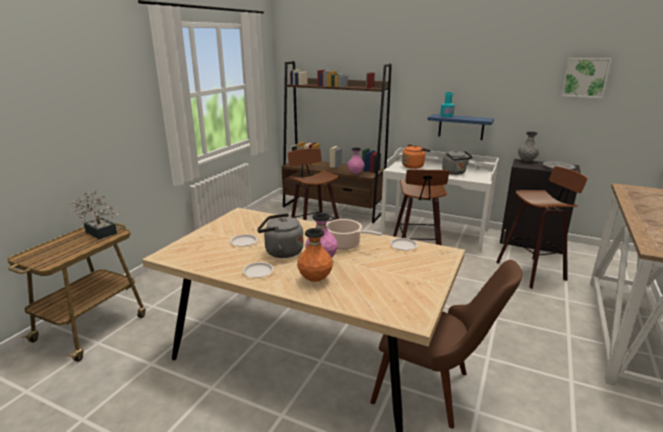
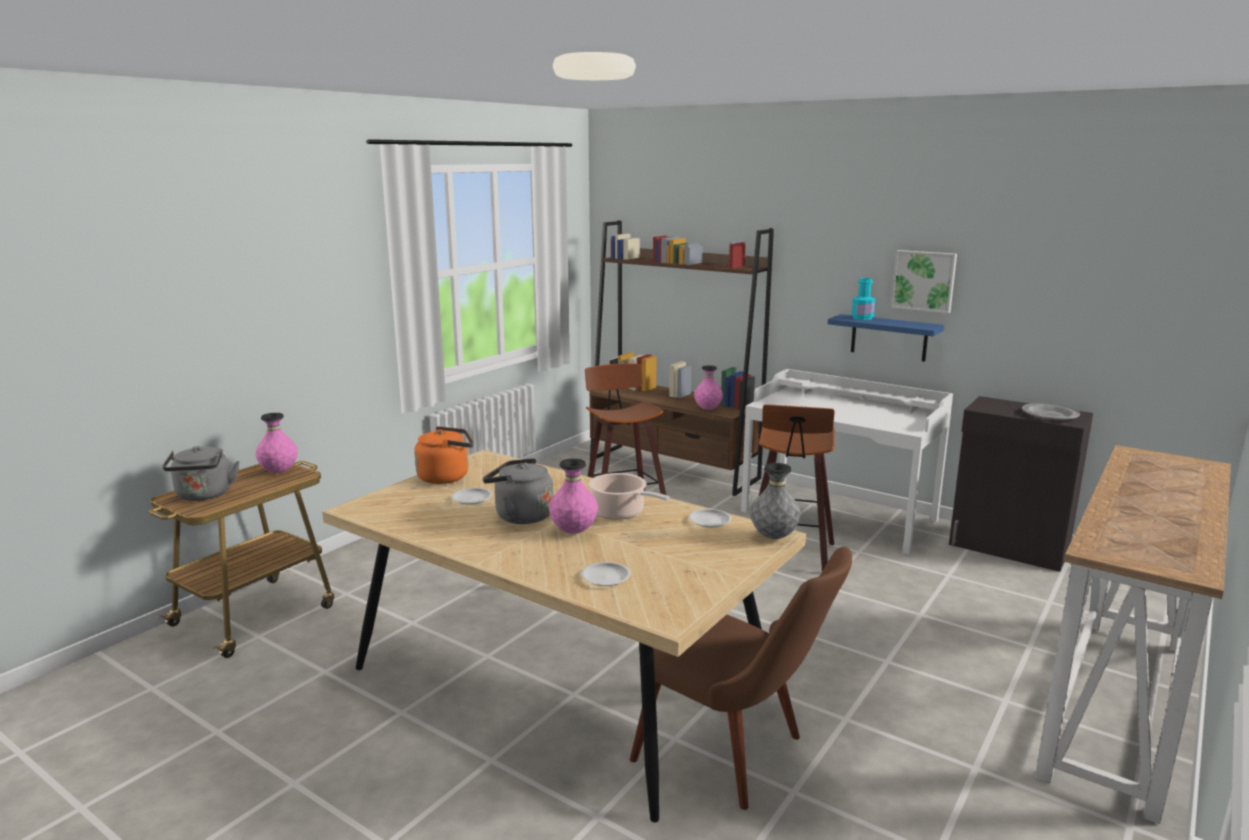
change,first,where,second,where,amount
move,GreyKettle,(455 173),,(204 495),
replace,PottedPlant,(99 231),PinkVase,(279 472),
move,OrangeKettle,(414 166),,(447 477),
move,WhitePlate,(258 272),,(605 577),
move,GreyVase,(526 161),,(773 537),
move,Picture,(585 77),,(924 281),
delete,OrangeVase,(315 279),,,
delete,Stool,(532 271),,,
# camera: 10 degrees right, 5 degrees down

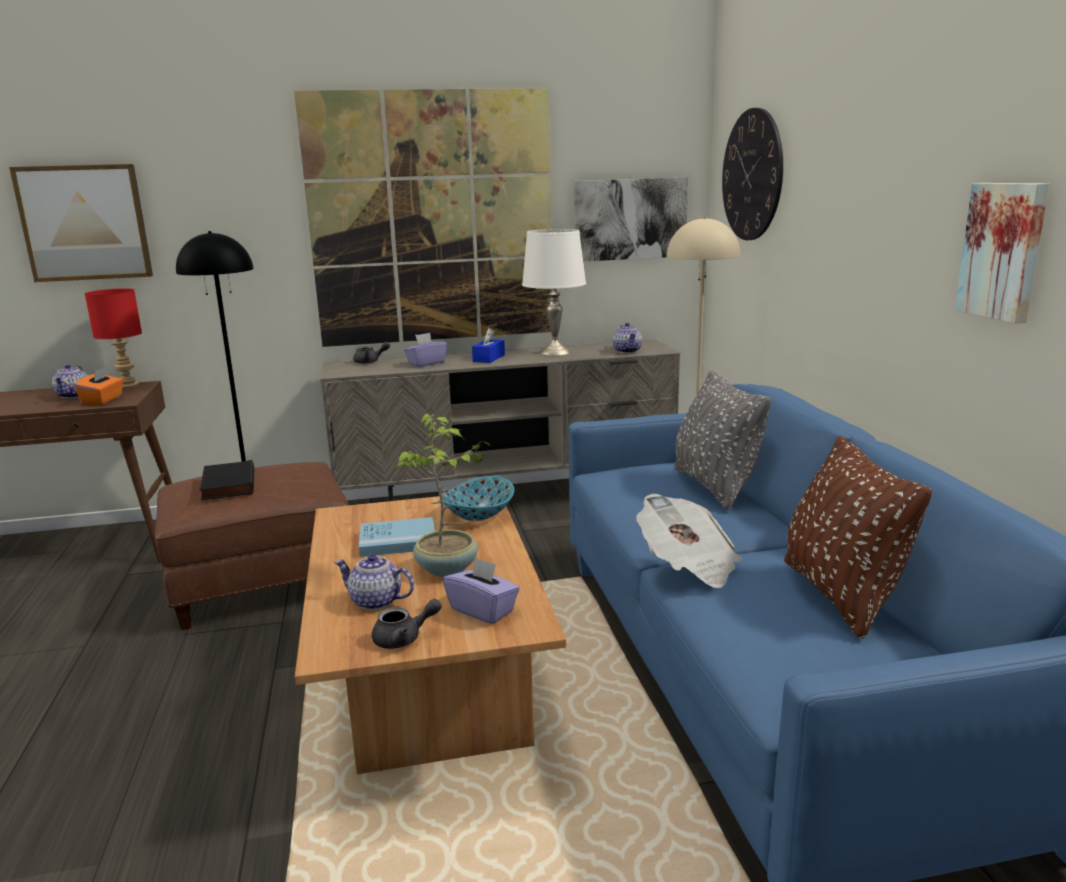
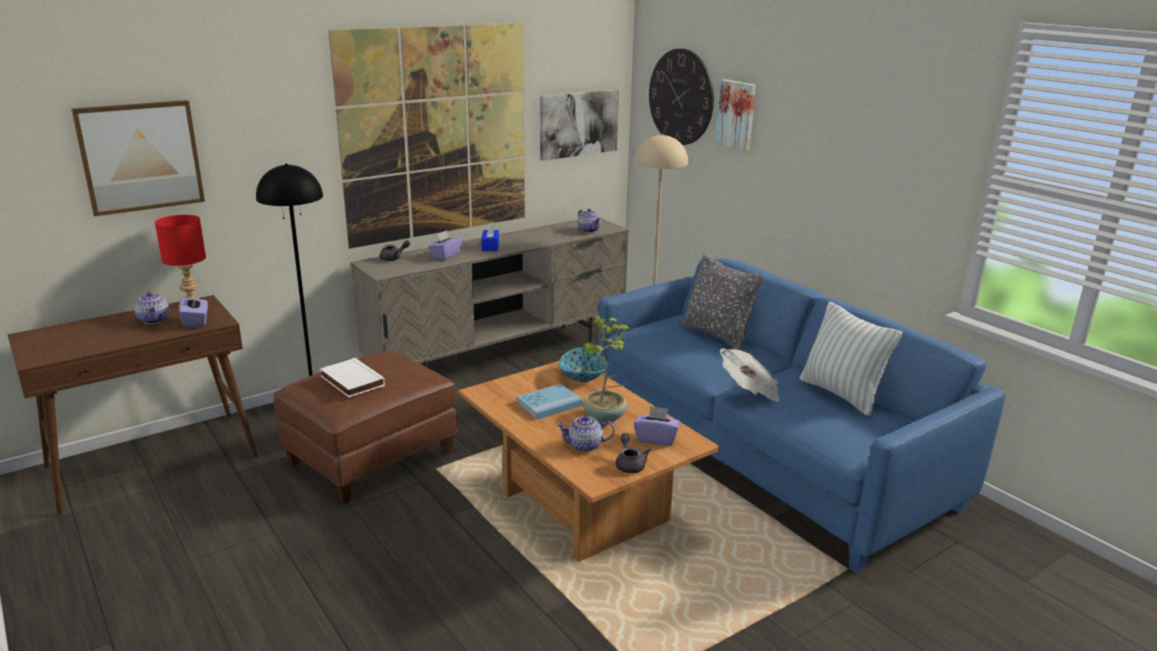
change,first,where,second,where,amount
recolor,OrangeTissueBox,(103 400),PurpleTissueBox,(196 322),
recolor,BlackBook,(226 485),WhiteBook,(351 381),
rotate,GreyTeapot,(404 638),,(630 464),60 degrees counterclockwise
move,Picture,(1004 251),,(737 114),
recolor,BrownPillow,(840 595),WhitePillow,(841 394),
delete,WhiteTableLamp,(554 352),,,
# camera: 25 degrees left, 5 degrees up

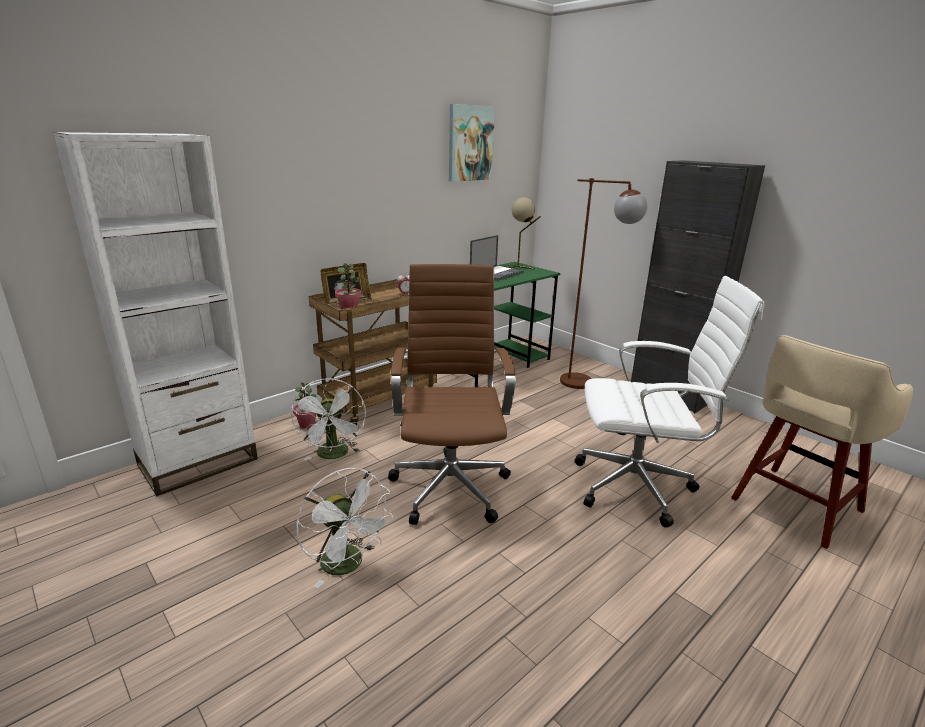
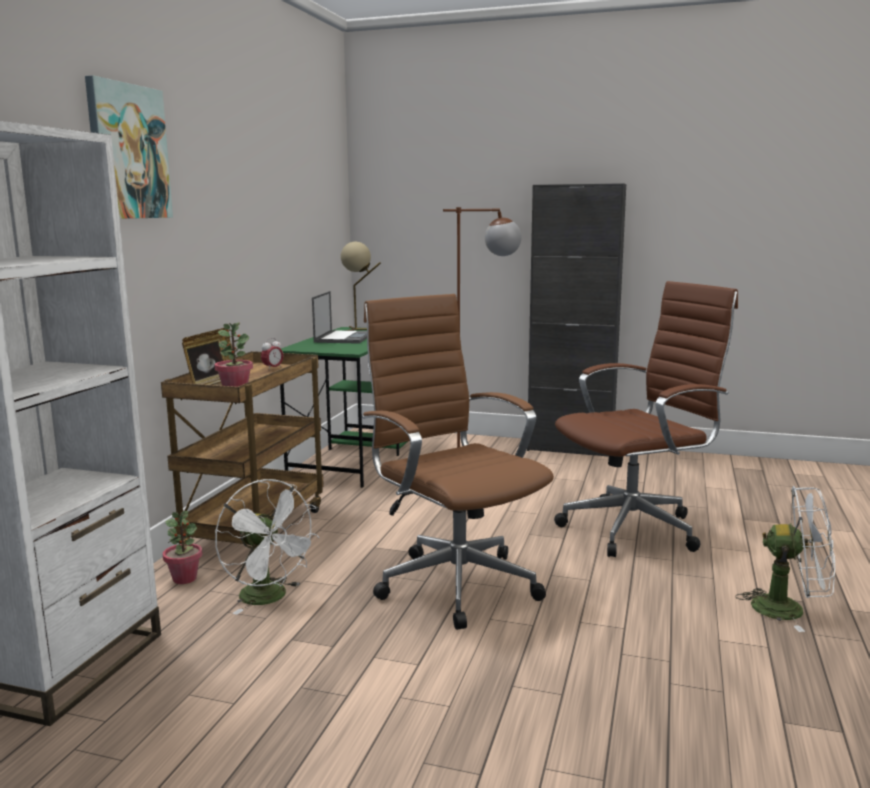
change,first,where,second,where,amount
move,Picture,(470 143),,(128 152),
recolor,WhiteOfficeChair,(639 487),BrownOfficeChair,(636 528),
move,WhiteFan,(348 565),,(789 609),
delete,BeigeStool,(794 506),,,
# camera: 30 degrees left, 10 degrees down

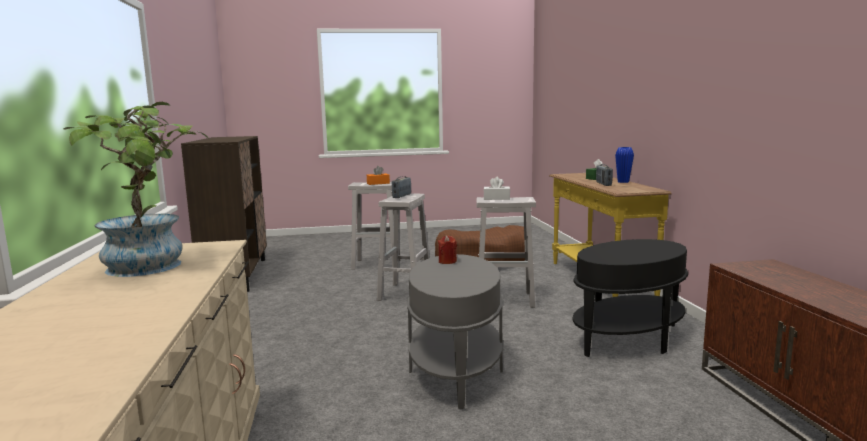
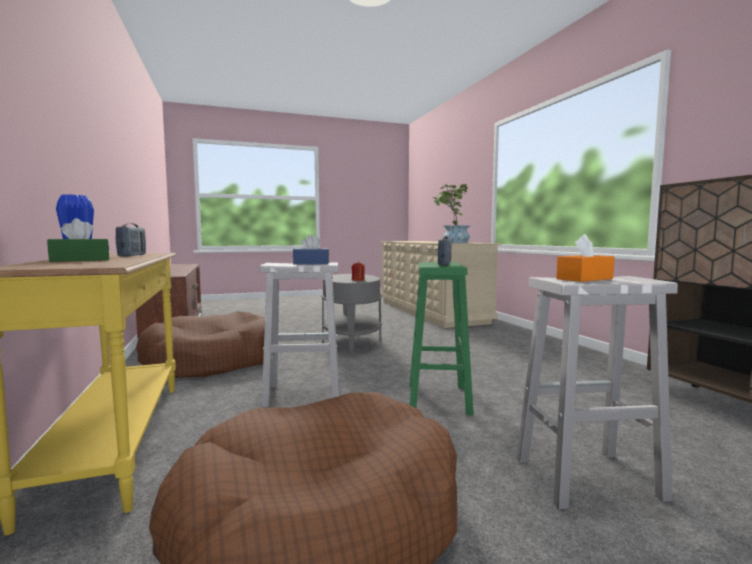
change,first,where,second,where,amount
replace,BlackSideTable,(628 339),BrownDogBed,(211 361),
recolor,WhiteTissueBox,(496 198),BlueTissueBox,(311 263),
recolor,WhiteStool,(405 293),GreenStool,(438 398),
# camera: 170 degrees right, 5 degrees down

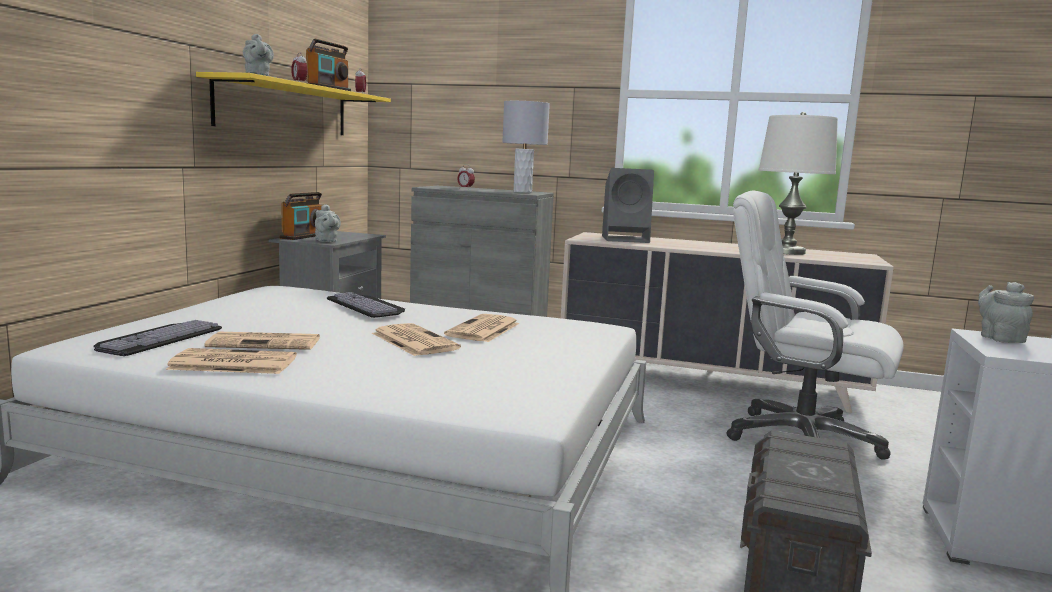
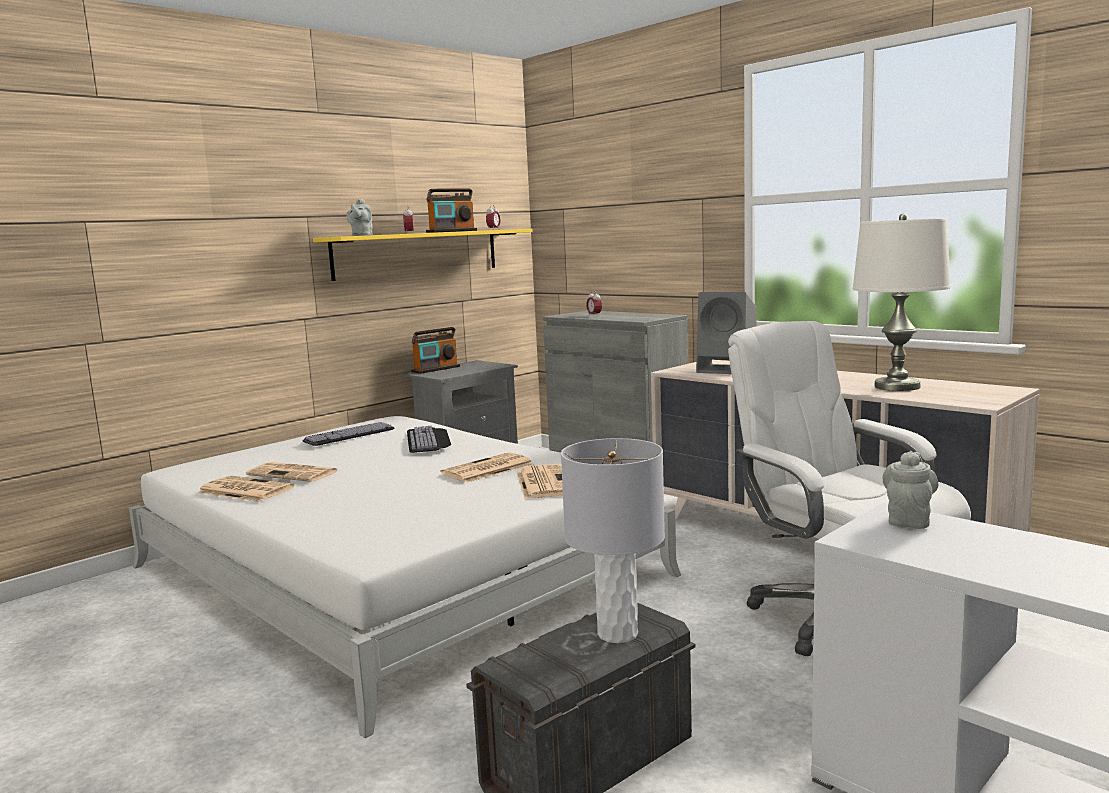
change,first,where,second,where,amount
move,Keyboard,(157 338),,(347 434),
move,Newspaper,(413 341),,(542 482),
move,GreyTableLamp,(522 192),,(617 634),
delete,GreyTeapot,(326 241),,,
# camera: 30 degrees right, 0 degrees up

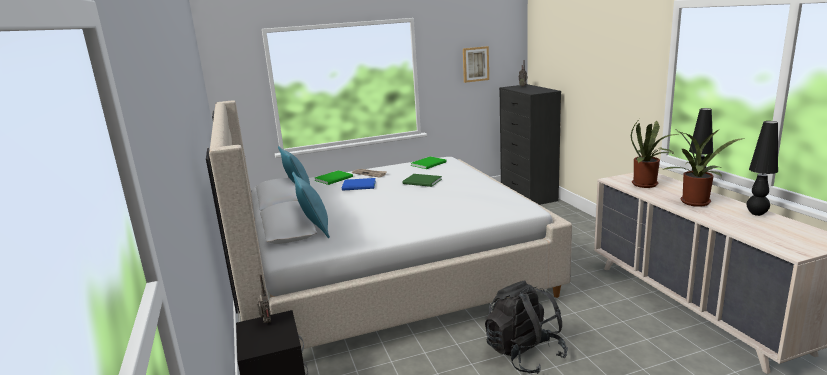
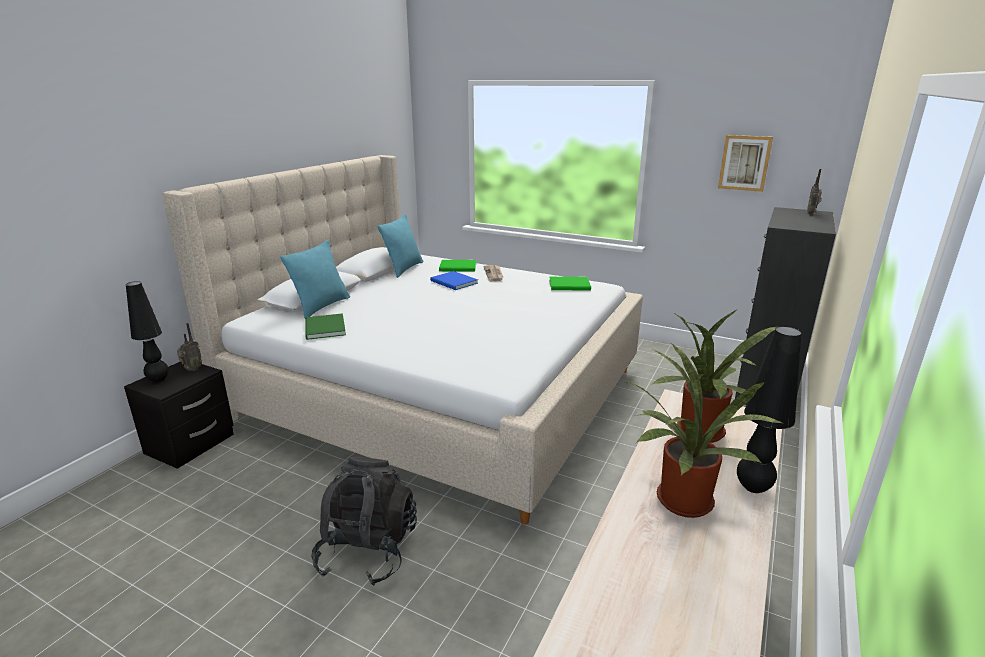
change,first,where,second,where,amount
move,BlackTableLamp,(756 213),,(158 380),
move,GreenBook,(423 182),,(324 329),
# camera: 45 degrees right, 5 degrees up

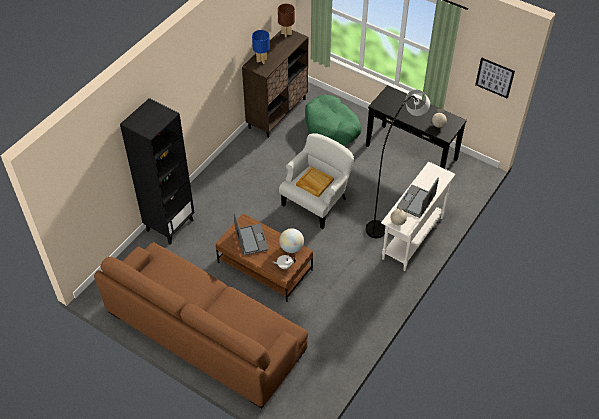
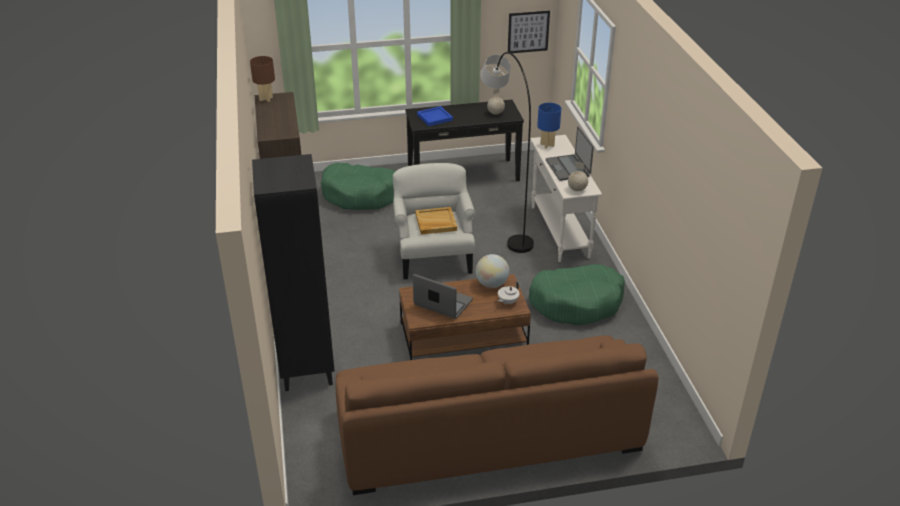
change,first,where,second,where,amount
insert,,,BlueTray,(434 117),
insert,,,GreenDogBed,(577 302),
move,BlueTableLamp,(262 60),,(547 145),
# camera: 45 degrees left, 15 degrees down

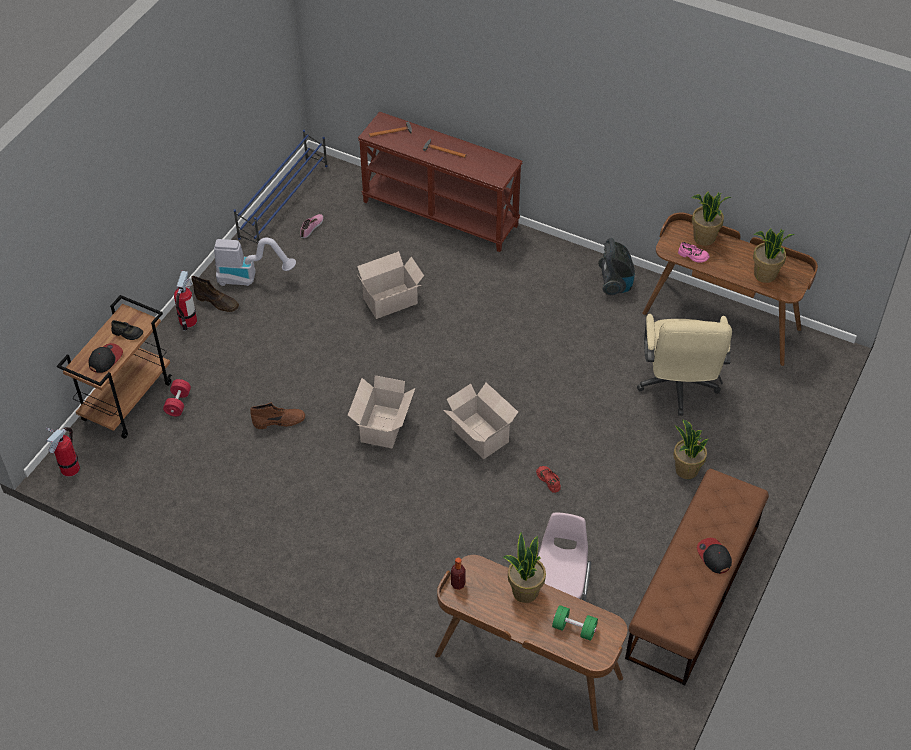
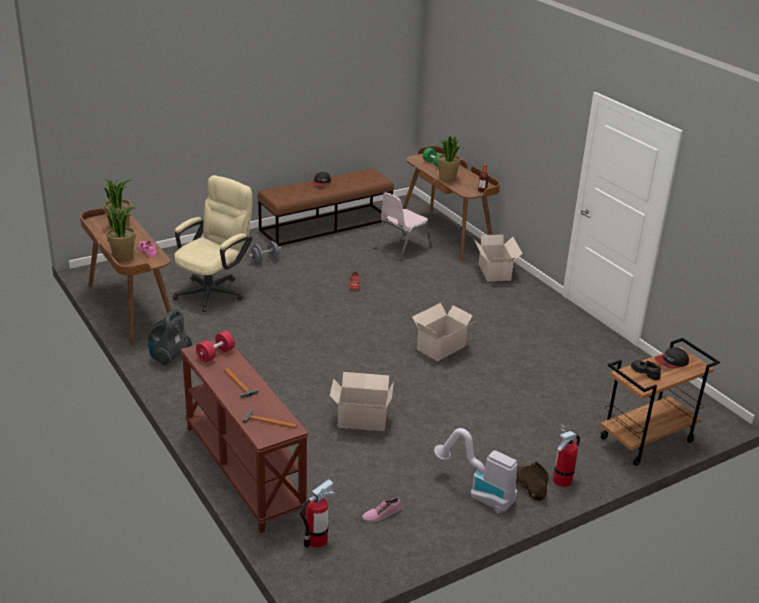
change,first,where,second,where,amount
move,RedDumbbell,(178 403),,(215 354),
replace,PottedPlant,(686 470),GreyDumbbell,(265 260),
move,FireExtinguisher,(70 468),,(317 540),
move,CardboardBox,(479 434),,(494 272),
delete,BlueShoeRack,(284 201),,,
delete,BrownBoot,(279 421),,,
# camera: 150 degrees left, 20 degrees down

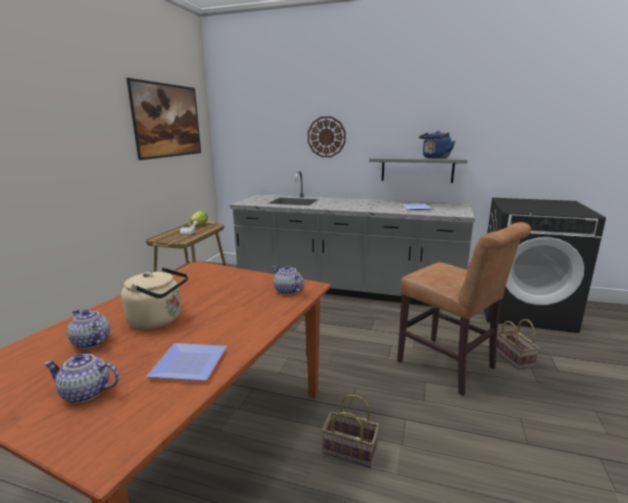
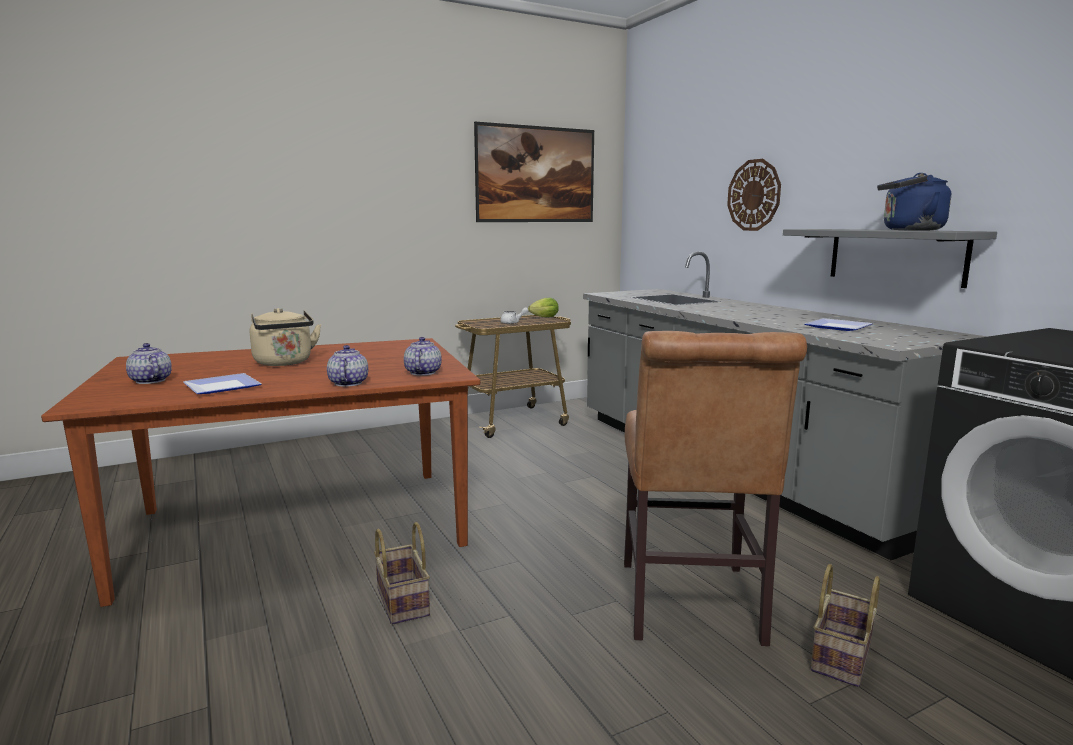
change,first,where,second,where,amount
move,Teapot,(91 342),,(348 383),
# camera: 45 degrees right, 5 degrees down

